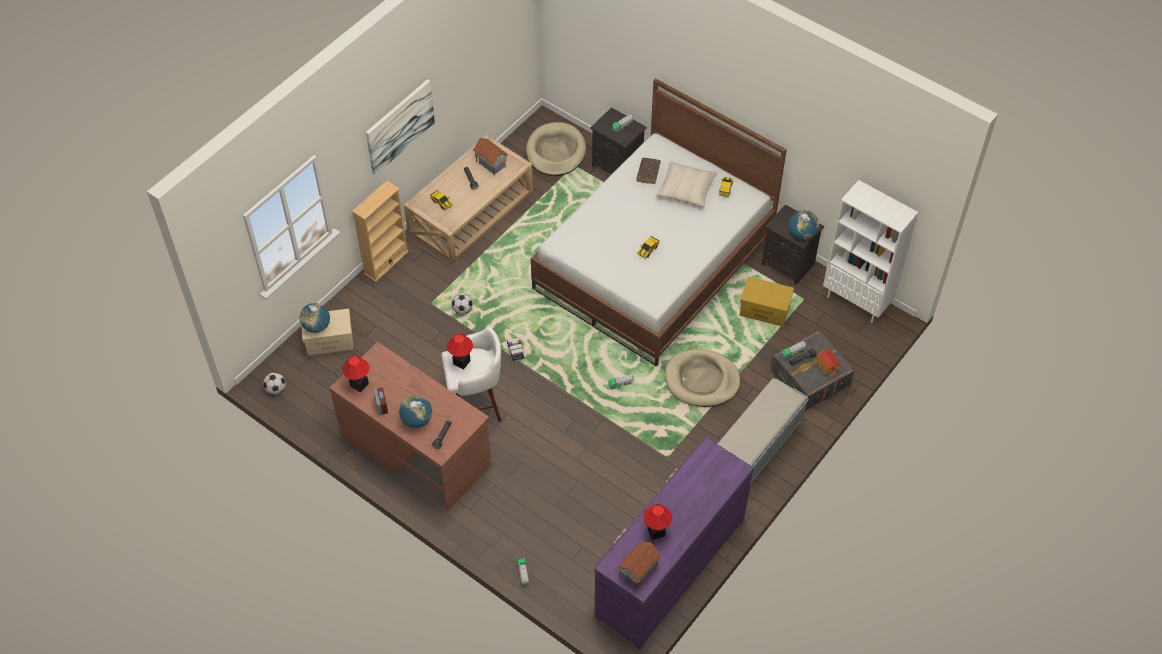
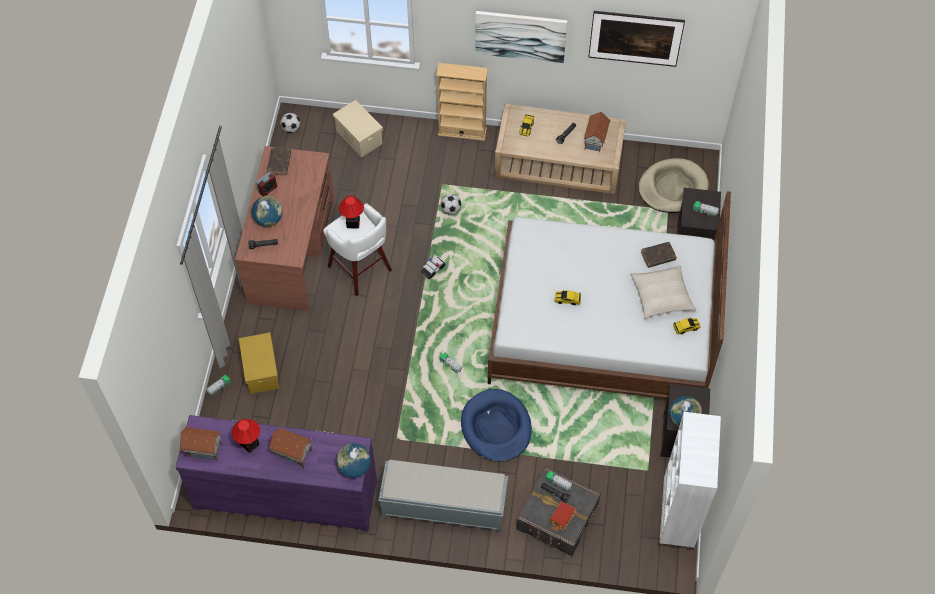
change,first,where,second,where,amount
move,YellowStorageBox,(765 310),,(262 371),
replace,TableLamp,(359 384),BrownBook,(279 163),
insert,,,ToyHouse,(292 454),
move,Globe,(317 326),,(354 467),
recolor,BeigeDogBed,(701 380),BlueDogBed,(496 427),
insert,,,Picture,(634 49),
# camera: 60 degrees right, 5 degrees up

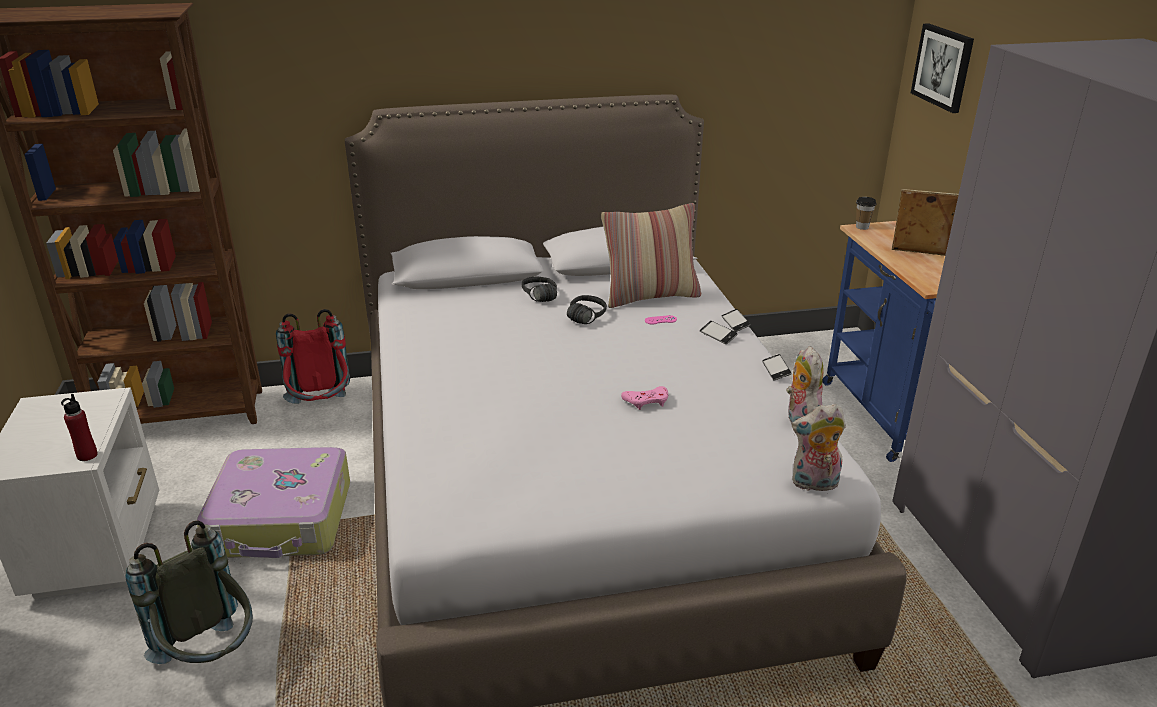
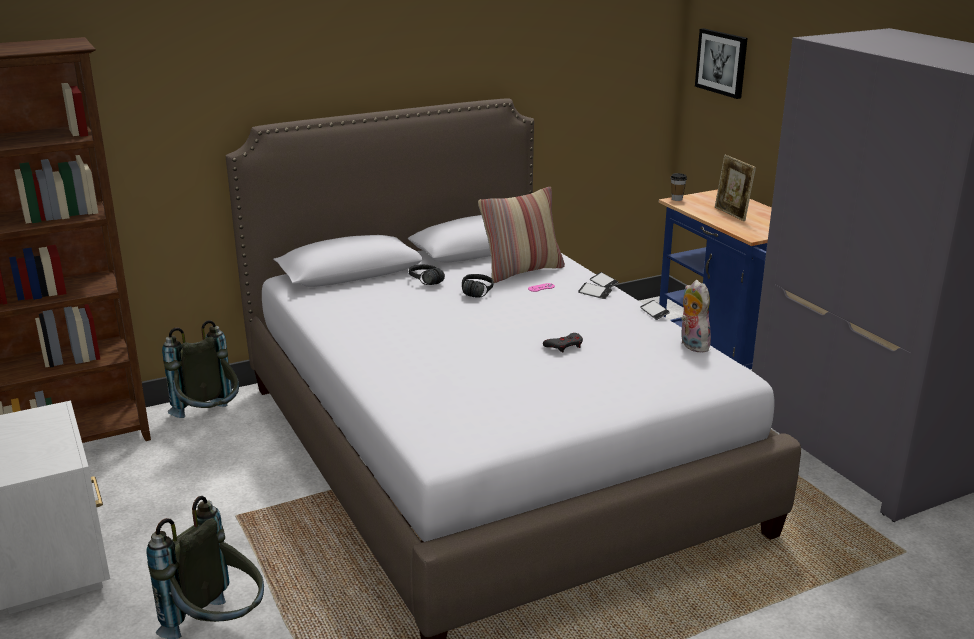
change,first,where,second,where,amount
recolor,RedBackpack,(321 409),GreyBackpack,(210 420),
recolor,PinkGameController,(646 401),GreyGameController,(564 346),
rotate,PictureFrame,(919 253),,(731 214),120 degrees counterclockwise
delete,RedBottle,(87 455),,,
delete,Suitcase,(282 520),,,
delete,PlushToy,(814 484),,,
# camera: 15 degrees left, 5 degrees down

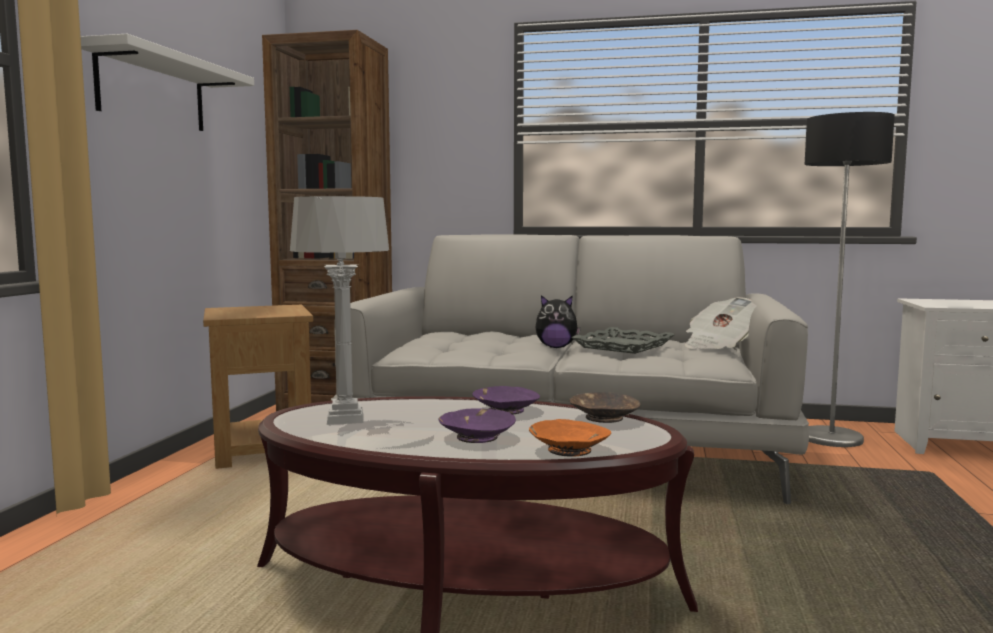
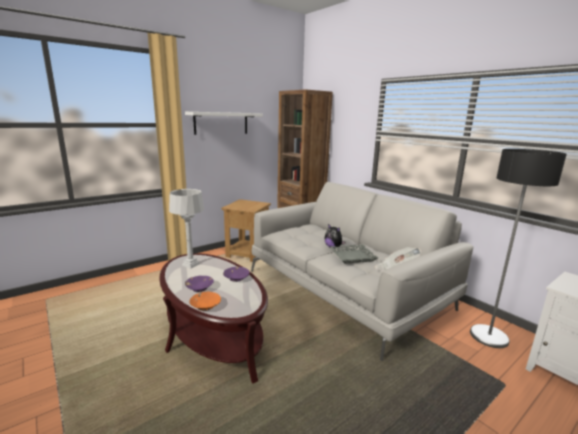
change,first,where,second,where,amount
delete,BrownBowl,(603 417),,,
# camera: 40 degrees right, 10 degrees up

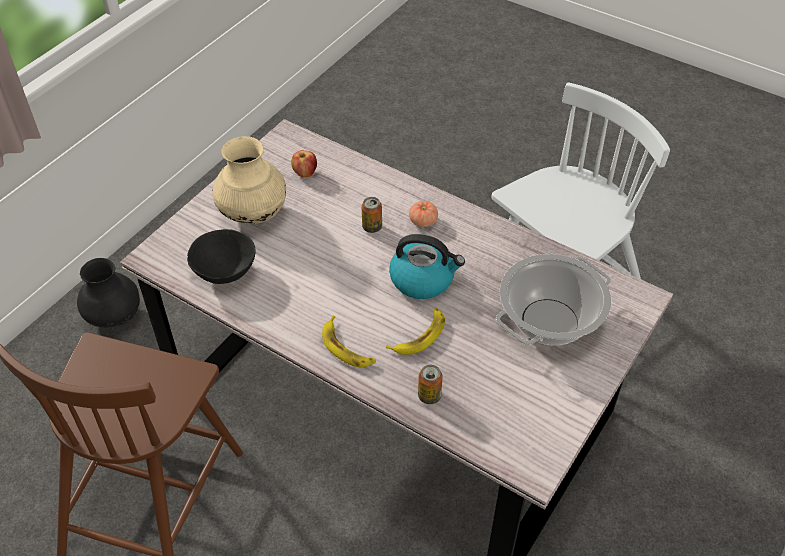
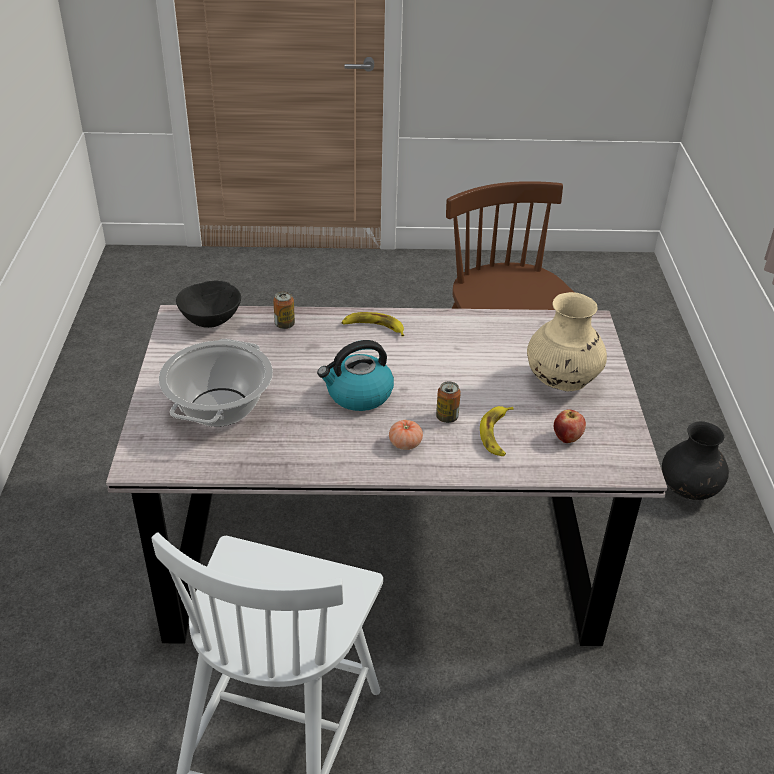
change,first,where,second,where,amount
move,BlackBowl,(225 272),,(211 322),
move,Banana,(420 335),,(497 434),
# camera: 145 degrees right, 10 degrees down

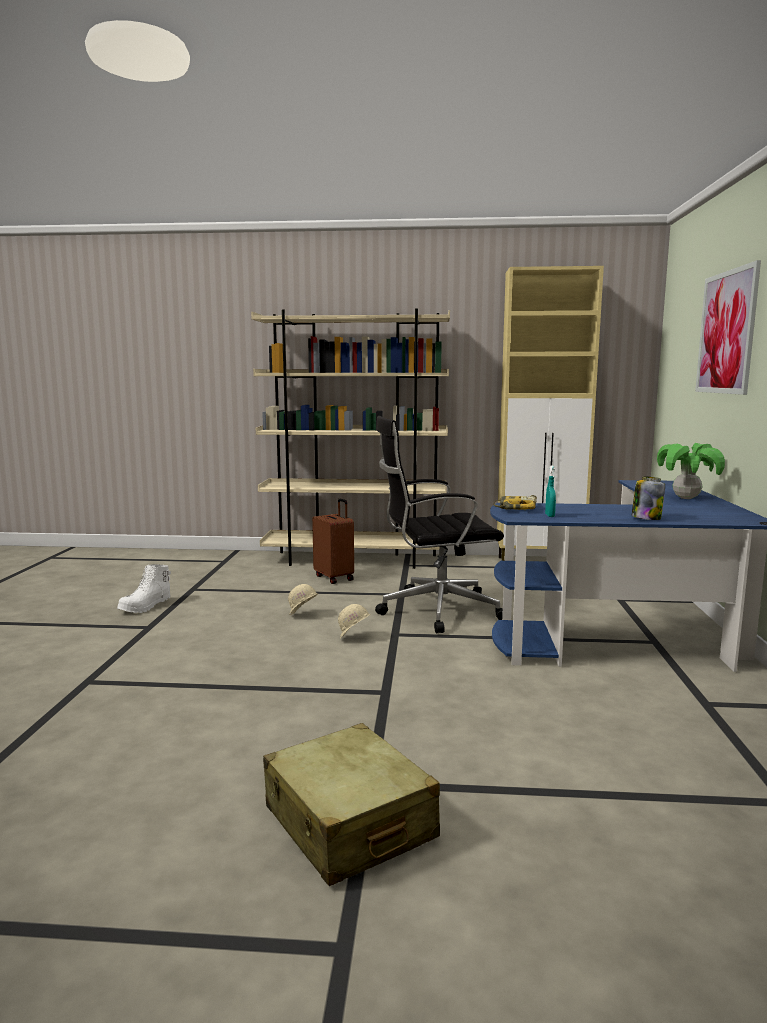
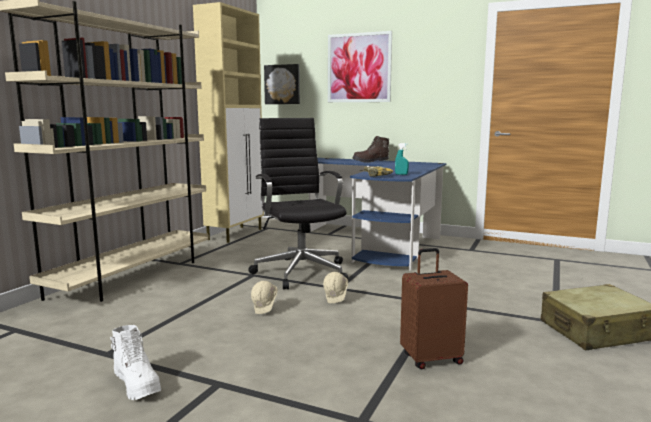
change,first,where,second,where,amount
rotate,BlackOfficeChair,(436 610),,(300 271),150 degrees clockwise
insert,,,Picture,(282 84),
replace,PottedPlant,(686 498),BrownBoot,(370 161),
move,BrownSuitcase,(335 578),,(431 358),
delete,Jar,(646 518),,,
# camera: 70 degrees left, 0 degrees up

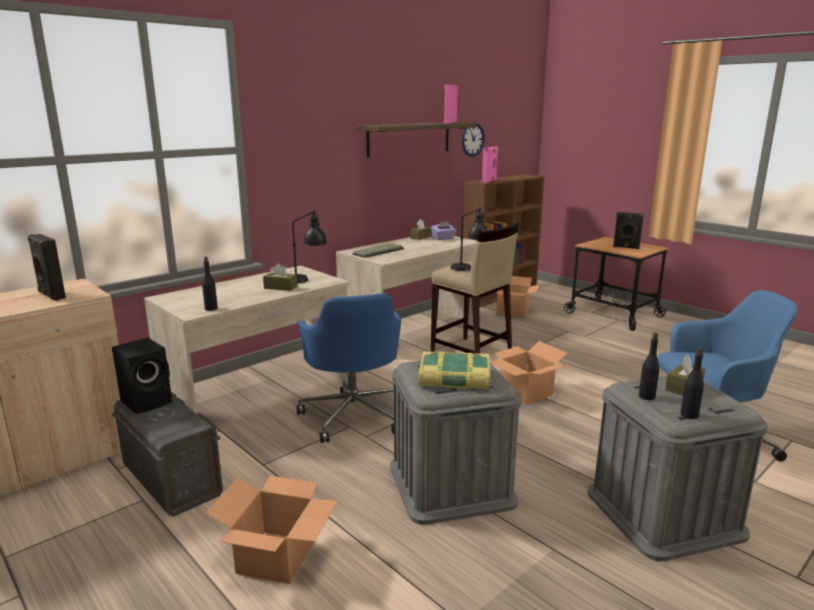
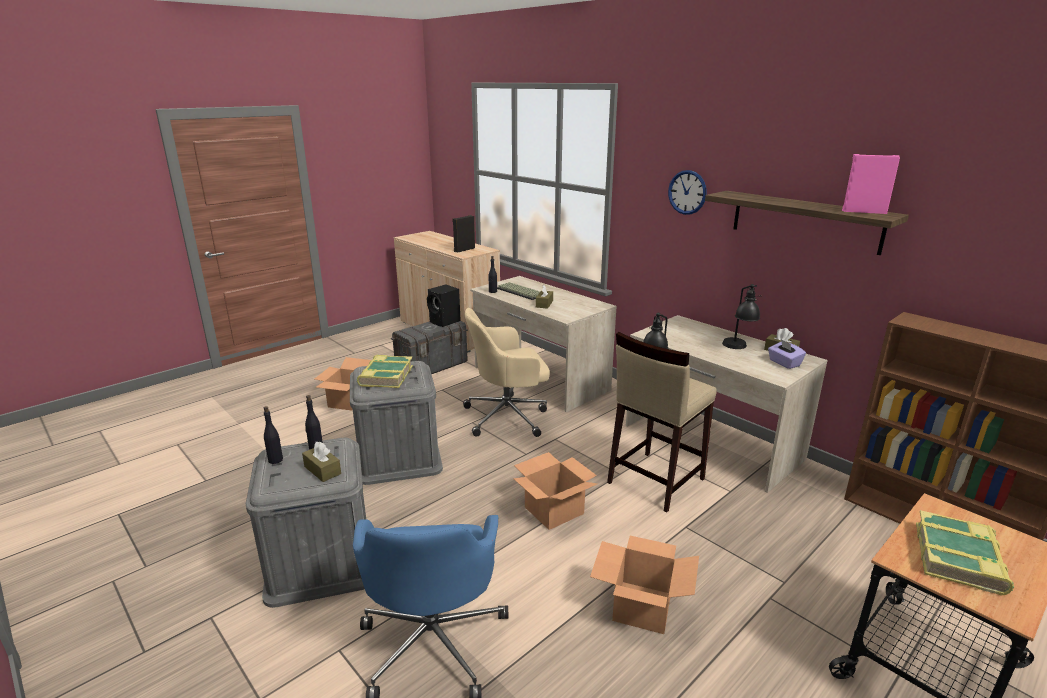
change,first,where,second,where,amount
recolor,BlueOfficeChair,(354 414),BeigeOfficeChair,(508 416),
move,Keyboard,(378 251),,(521 292),
move,CardboardBox,(513 311),,(642 608),
move,WallClock,(472 139),,(687 192),
move,BlackTableLamp,(307 280),,(738 348),
replace,BlackSpeaker,(626 247),Book,(959 558),
delete,PinkSpeaker,(489 181),,,
# camera: 90 degrees right, 5 degrees up

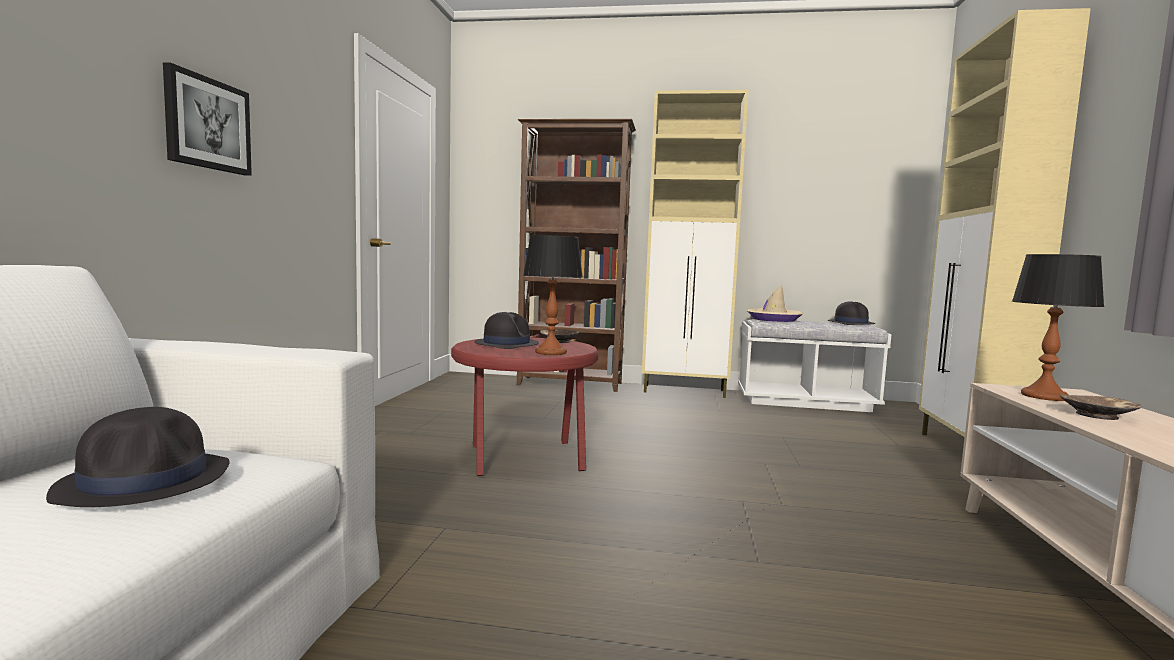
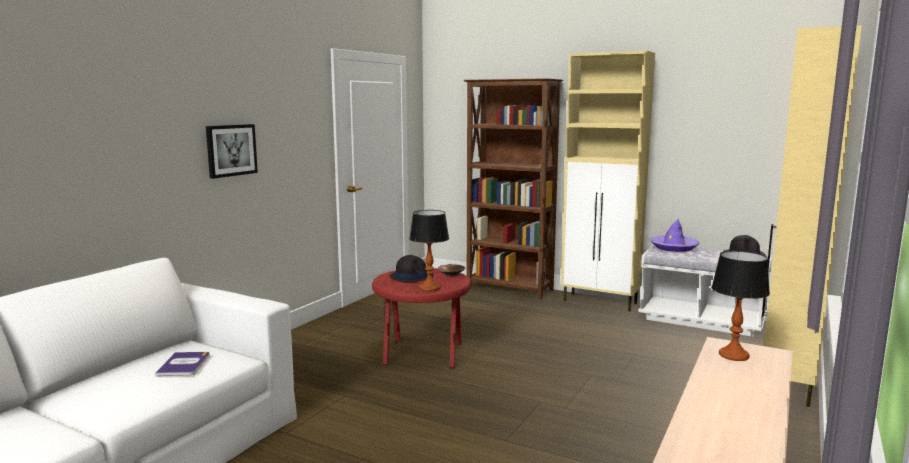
change,first,where,second,where,amount
replace,BlackHat,(146 481),Book,(184 365),
recolor,BeigeHat,(774 319),PurpleHat,(673 247),
delete,BrownBowl,(1097 415),,,
# camera: 20 degrees right, 5 degrees up

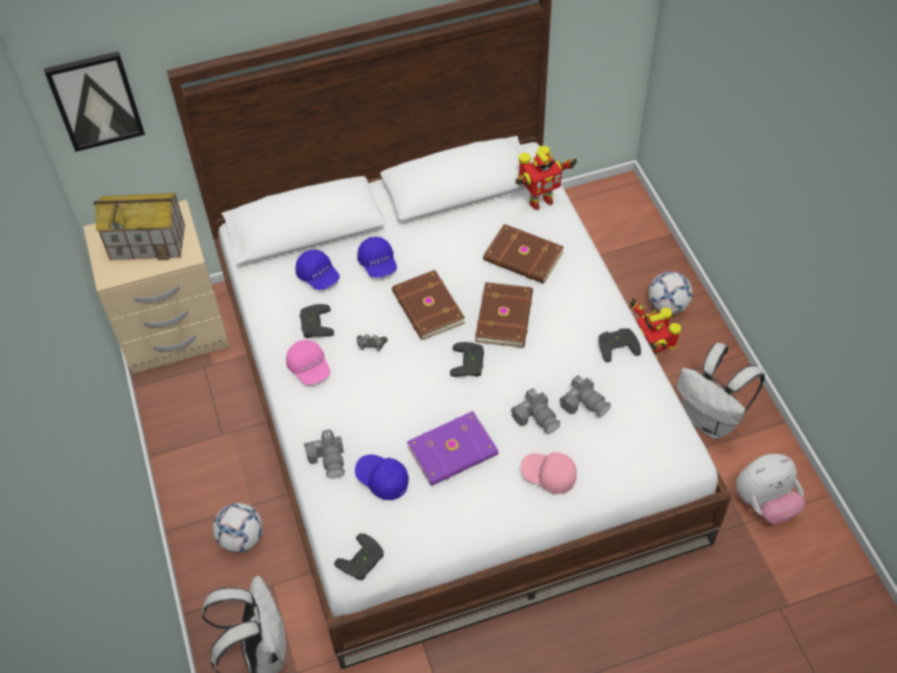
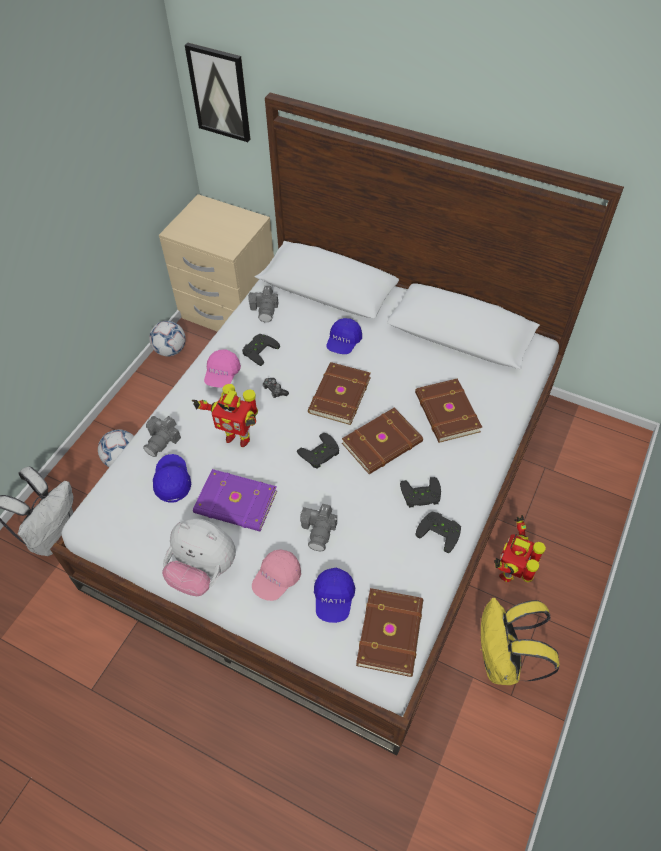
change,first,where,second,where,amount
move,Football,(667 305),,(170 350),
move,PlushToy,(765 503),,(203 571),
move,ToyRobot,(539 201),,(237 437),
move,PhotoCamera,(584 403),,(265 310),
rotate,PinkCap,(549 475),,(277 579),120 degrees counterclockwise
move,BlueCap,(318 276),,(334 599),
insert,,,BrownBook,(392 633),
move,BlackGameController,(362 561),,(421 496),
recolor,WhiteBackpack,(710 420),YellowBackpack,(503 662),
delete,ToyHouse,(148 242),,,
# camera: 45 degrees right, 0 degrees up

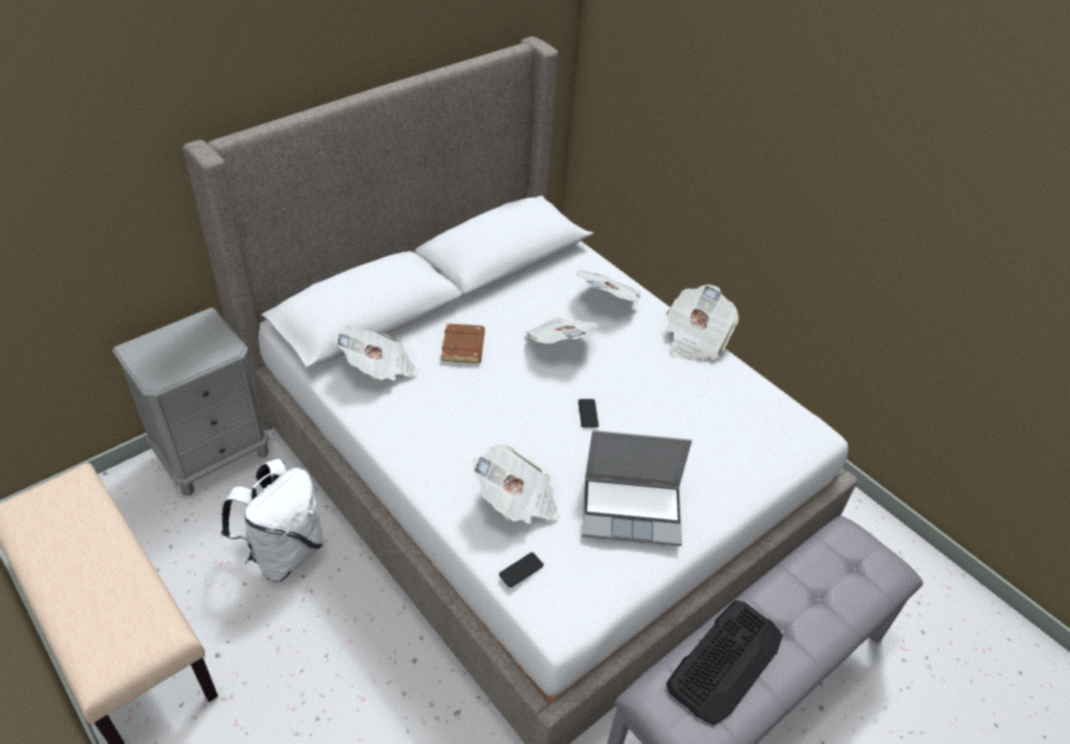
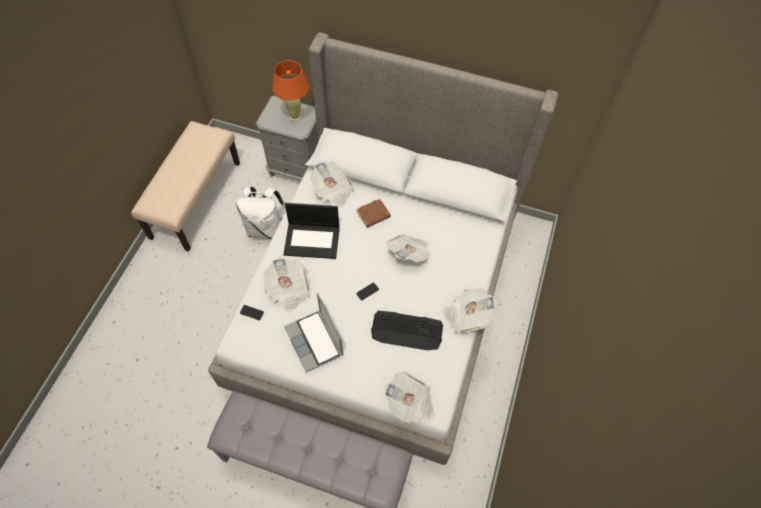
change,first,where,second,where,amount
insert,,,OrangeTableLamp,(295 116),
insert,,,Laptop,(312 240),
move,Keyboard,(726 661),,(407 330),
move,Newspaper,(609 300),,(410 403),
# camera: 60 degrees right, 15 degrees up

